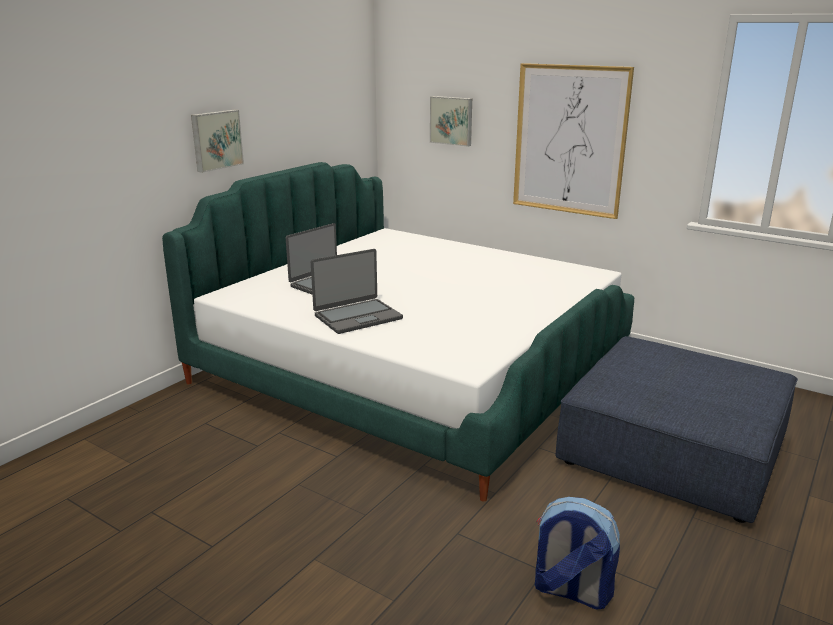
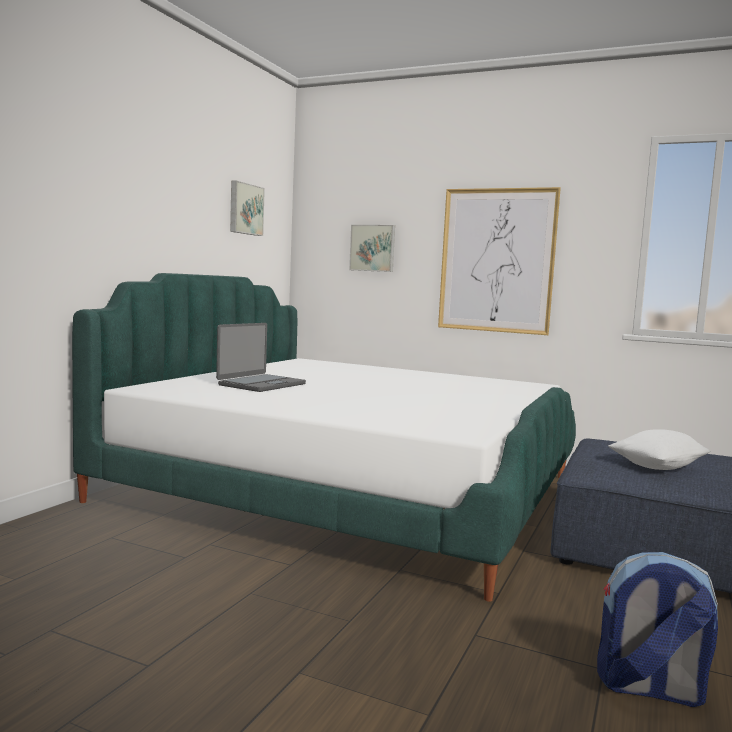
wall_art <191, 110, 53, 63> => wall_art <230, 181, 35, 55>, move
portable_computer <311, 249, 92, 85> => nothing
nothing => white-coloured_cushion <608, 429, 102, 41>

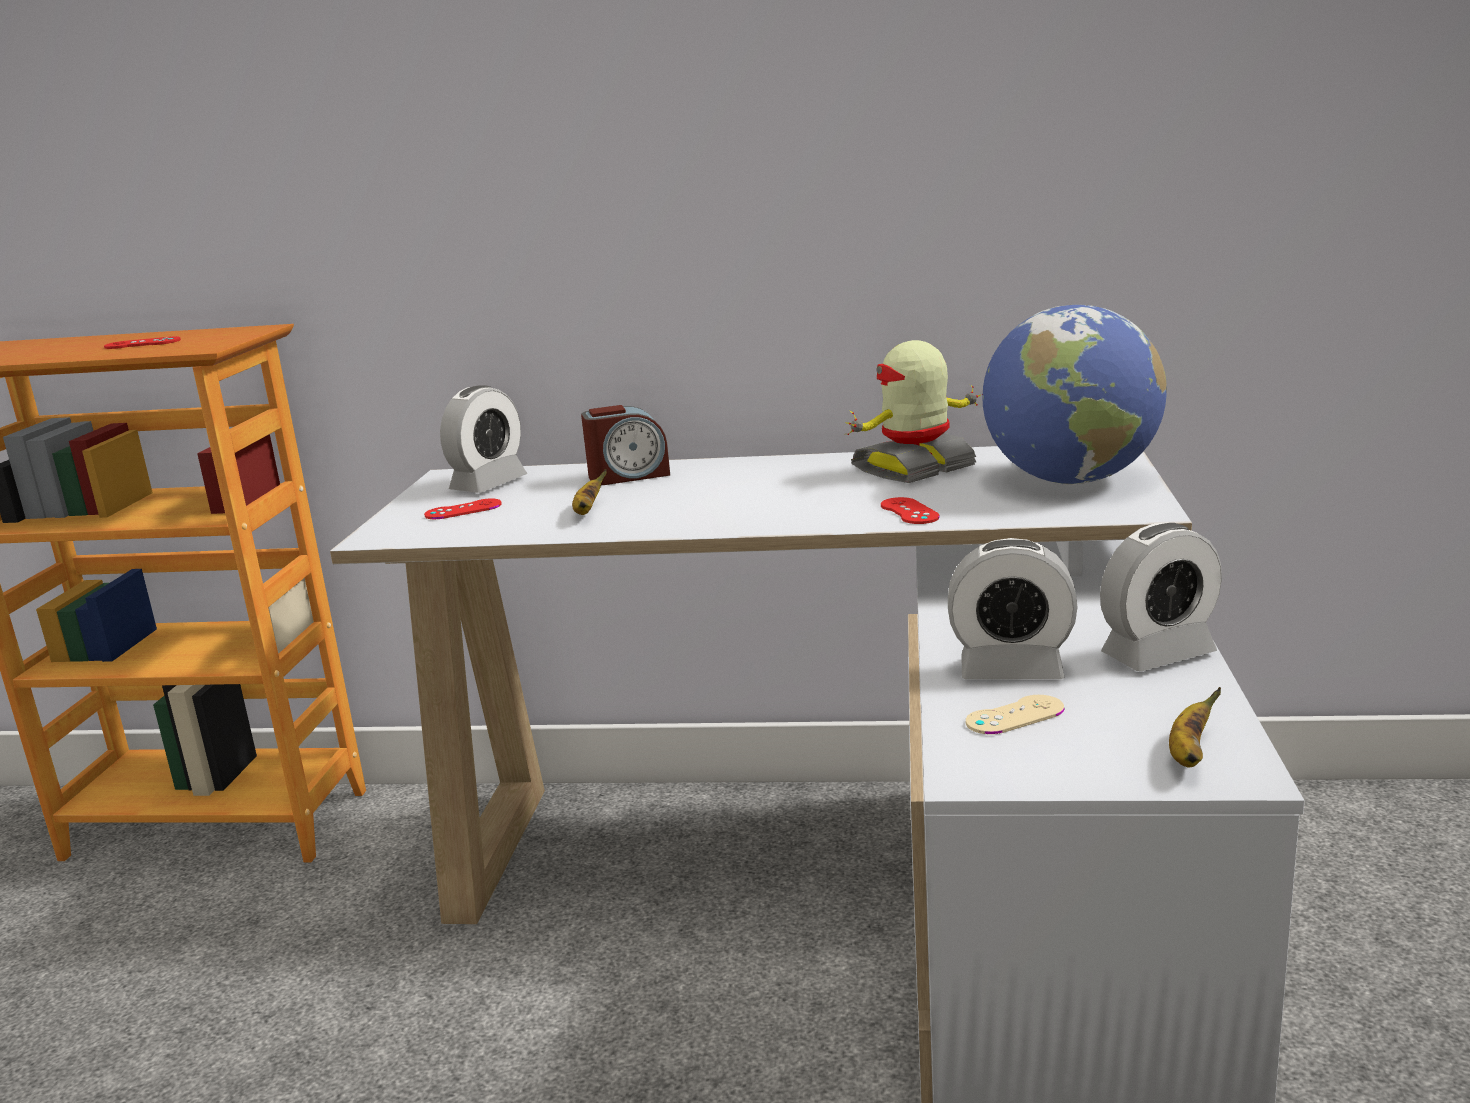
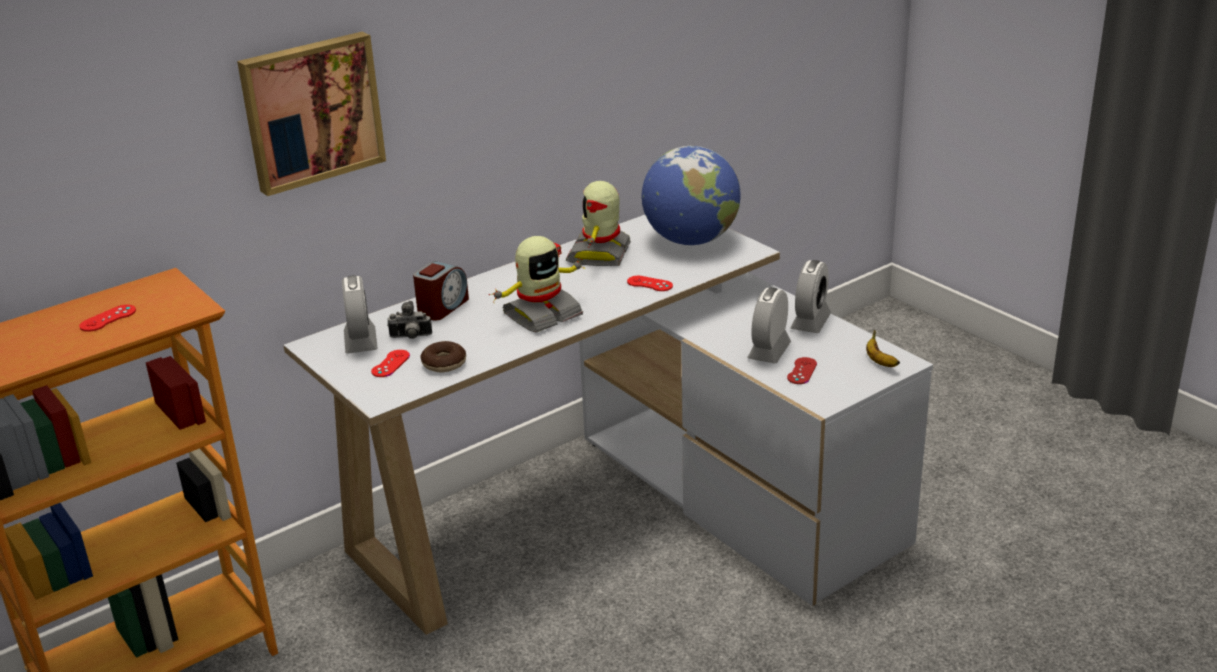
whole_banana <572, 469, 35, 46> => nothing
bedside_clock <948, 538, 130, 141> => bedside_clock <747, 287, 44, 77>, 150 degrees clockwise
beige-coloured_game_controller <966, 695, 98, 40> => red-coloured_game_controller <787, 357, 30, 27>
nothing => wall_art <237, 32, 149, 164>
nothing => robot_figure <489, 236, 97, 97>
nothing => still_camera <387, 301, 45, 38>
nothing => doughnut <421, 341, 45, 31>

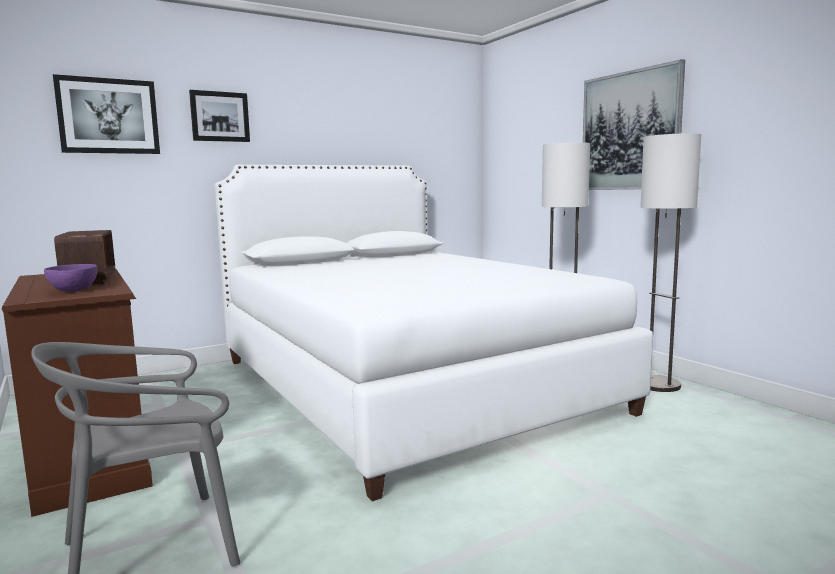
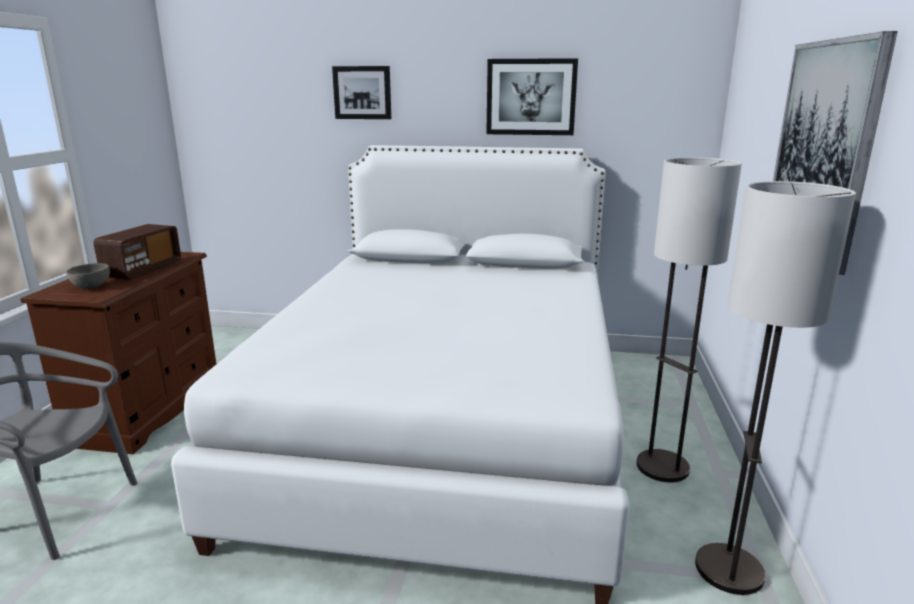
wall_art <53, 74, 107, 80> => wall_art <486, 58, 92, 77>, move
purple-coloured_deep_dish <44, 264, 54, 28> => gray_deep_dish <66, 263, 44, 26>

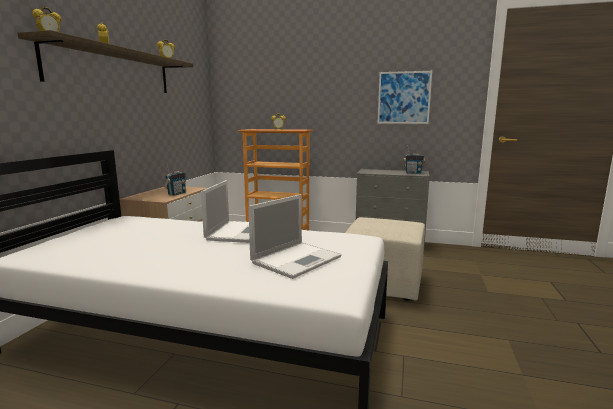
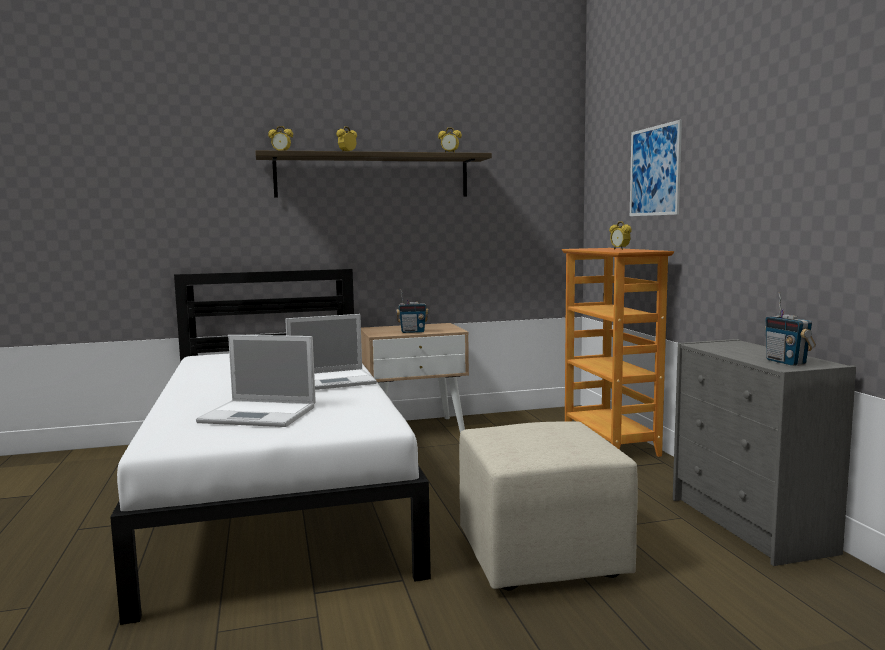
wall_art <378, 71, 54, 53> => wall_art <630, 120, 52, 96>, move

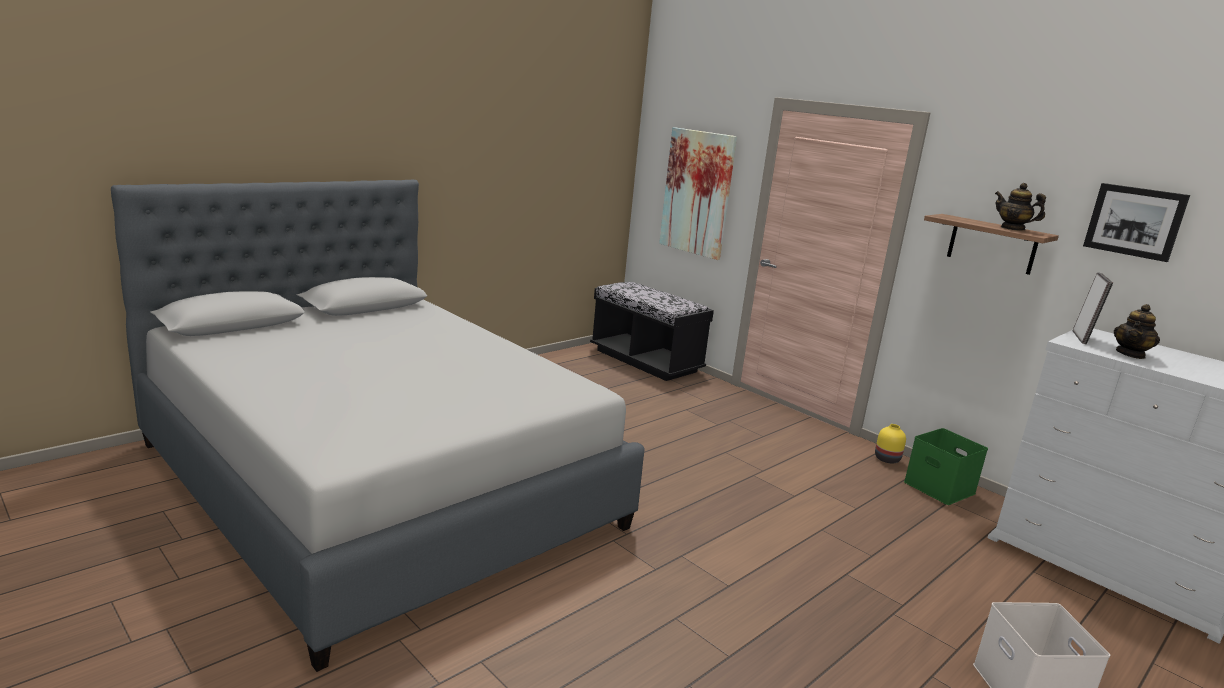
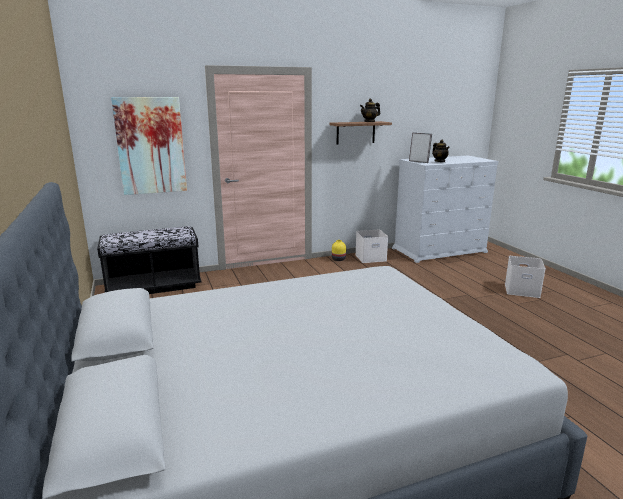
wall_art <1083, 183, 107, 79> => nothing
greenish_storage_bin <904, 428, 84, 77> => white-coloured_storage_bin <356, 230, 32, 33>

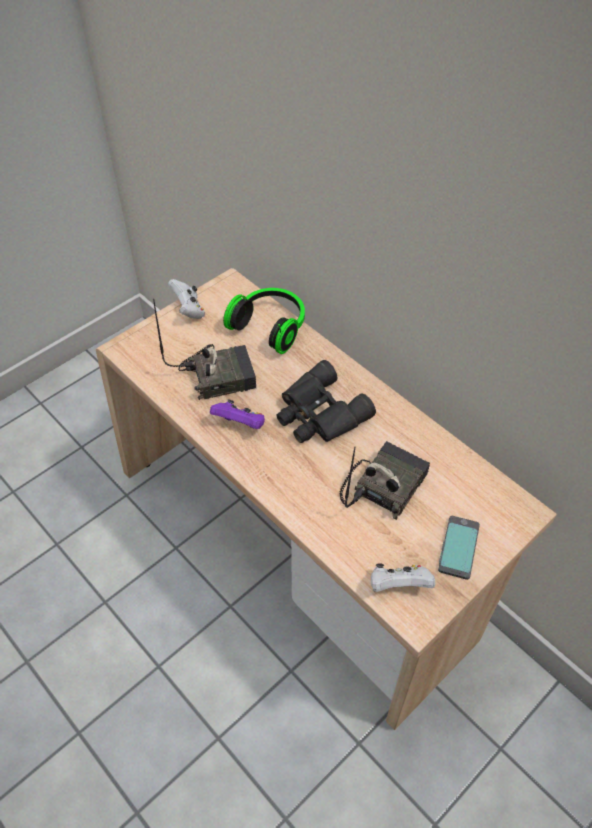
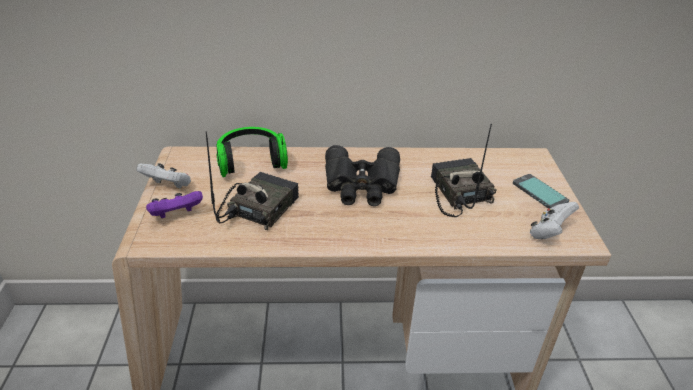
purple-coloured_game_controller <210, 399, 55, 30> => purple-coloured_game_controller <146, 191, 57, 27>, move

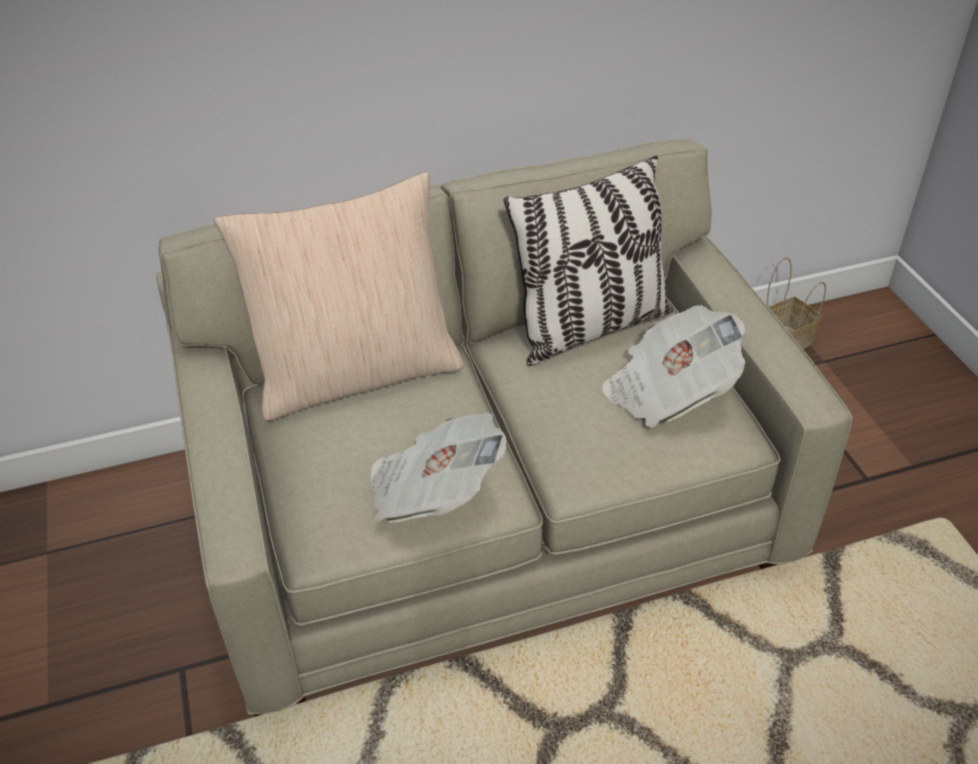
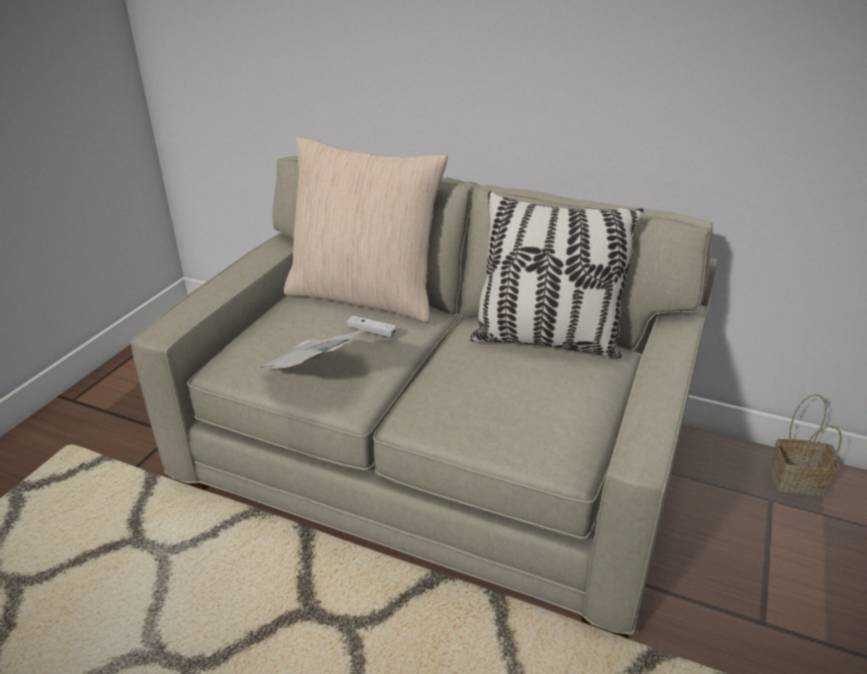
printed_paper <602, 305, 145, 123> => nothing
nothing => white-coloured_game_controller <347, 316, 49, 22>

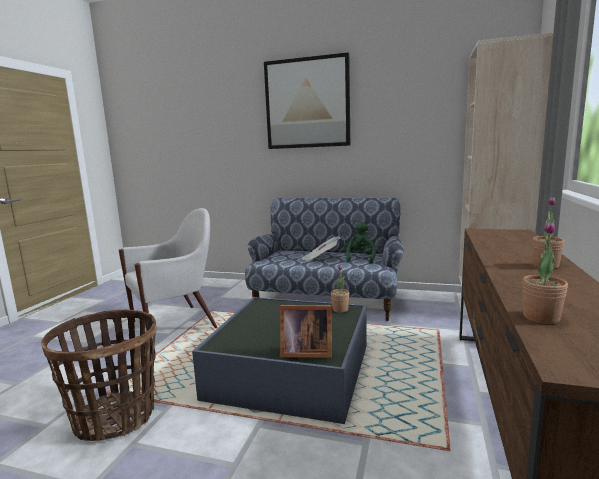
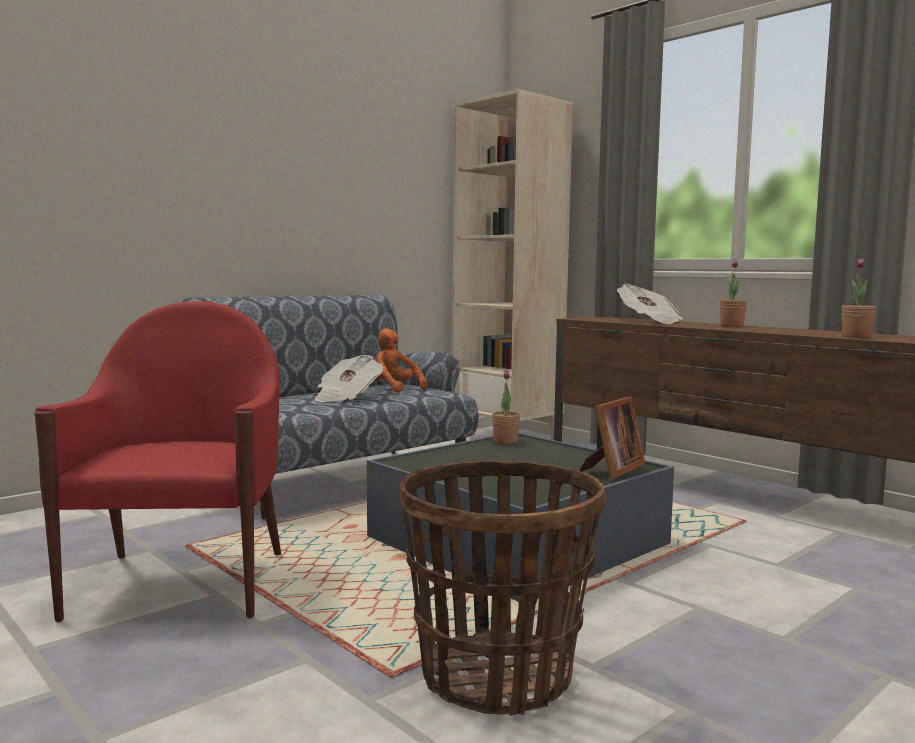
wall_art <264, 52, 86, 97> => nothing
white-coloured_armchair <119, 208, 99, 123> => red-coloured_armchair <35, 301, 246, 321>
greenish_soft_toy <344, 222, 32, 41> => orange-coloured_soft_toy <375, 328, 52, 65>
nothing => printed_paper <617, 284, 67, 40>

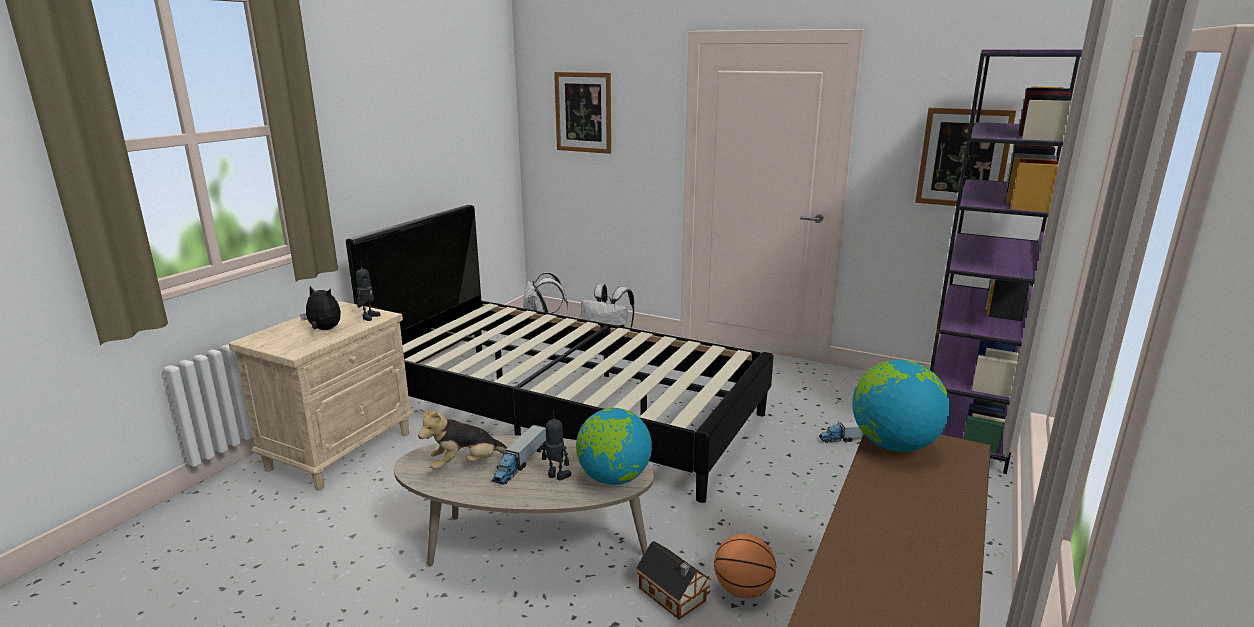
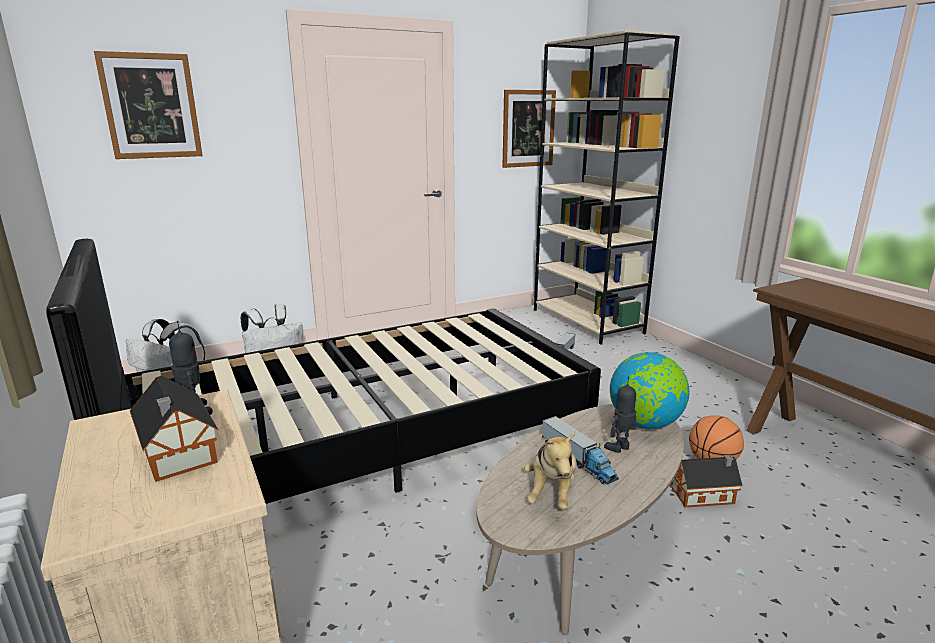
purple-coloured_bookshelf <930, 50, 152, 424> => beige-coloured_bookshelf <534, 30, 146, 315>
soft_toy <300, 286, 41, 44> => miniature_house <130, 376, 88, 106>
desk_globe <852, 360, 98, 92> => nothing

